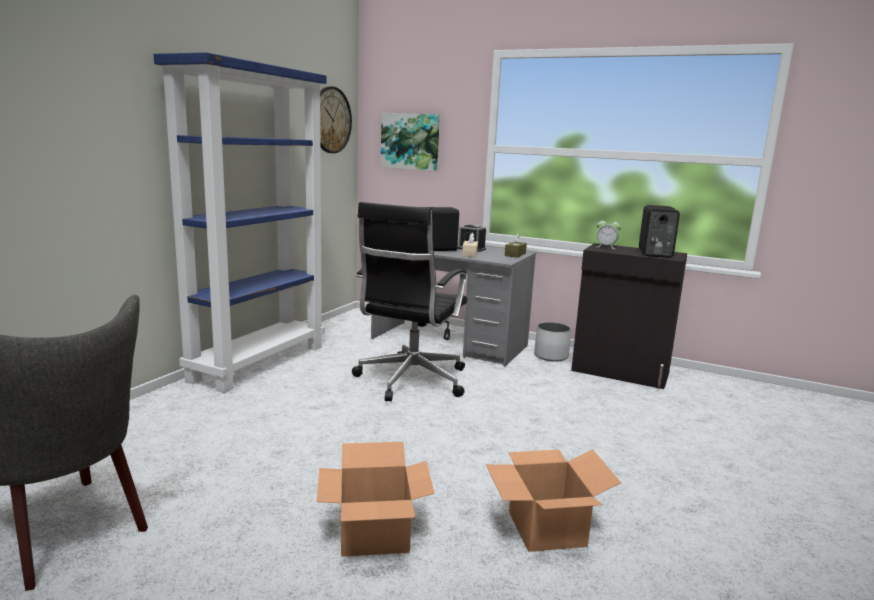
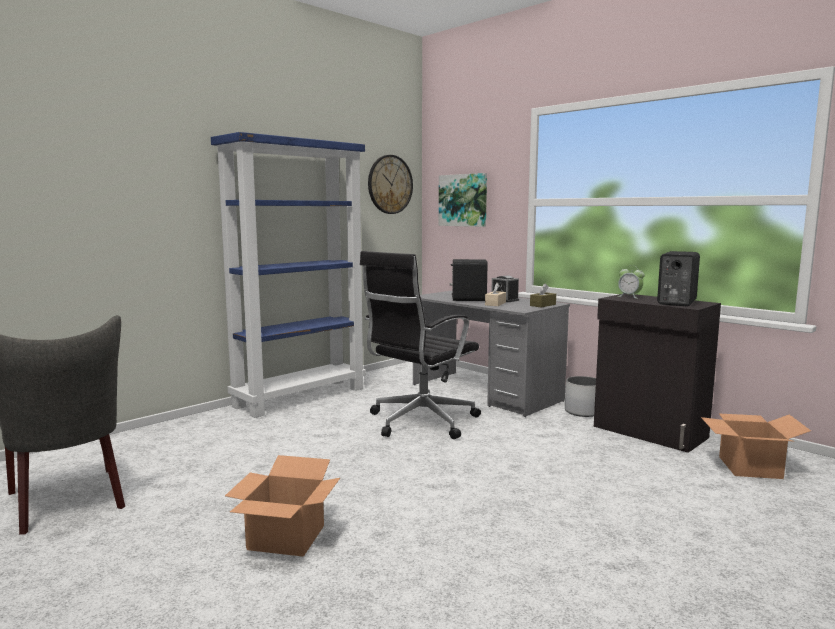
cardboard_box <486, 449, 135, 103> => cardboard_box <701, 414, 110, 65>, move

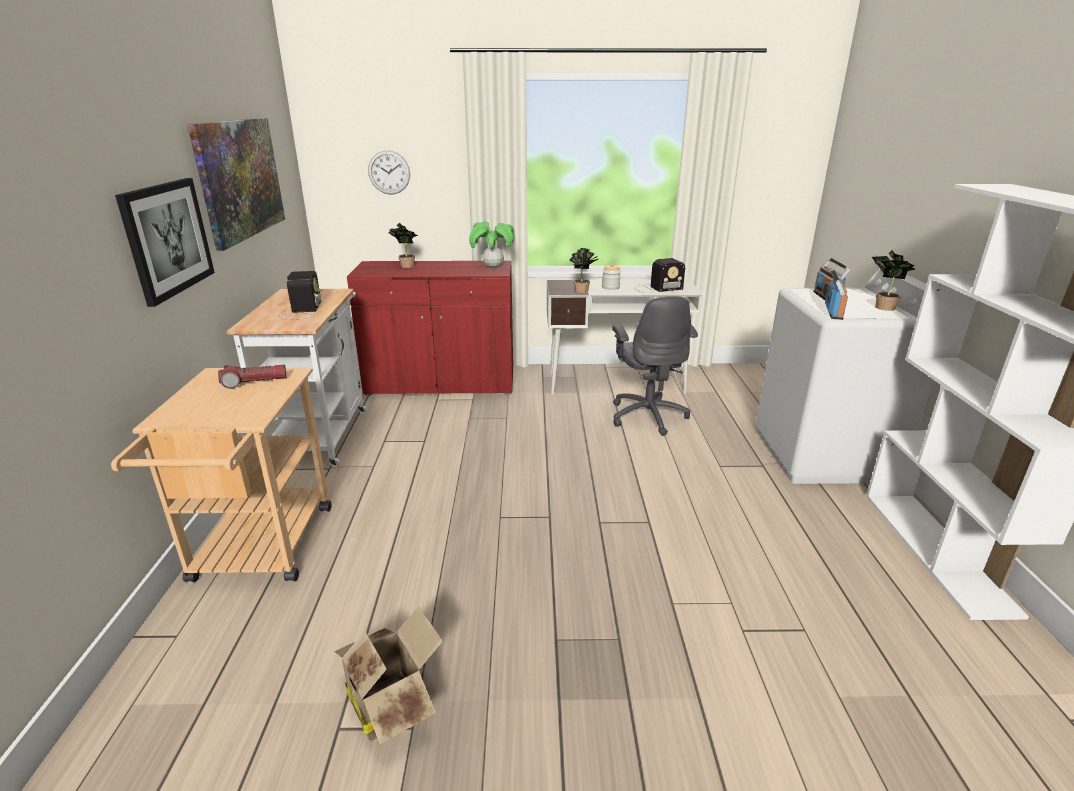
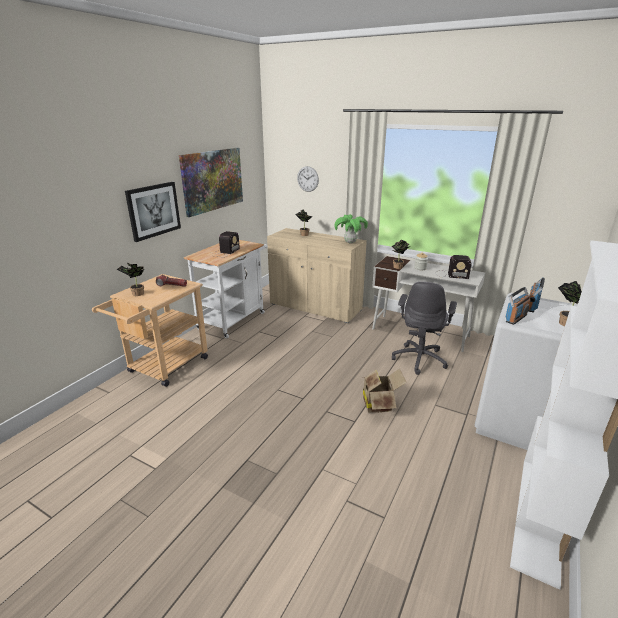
red-coloured_storage_cabinet <347, 261, 166, 134> => beige-coloured_storage_cabinet <267, 228, 100, 95>
cardboard_box <334, 606, 109, 138> => cardboard_box <363, 369, 43, 44>, move
nothing => houseplant <117, 262, 27, 34>

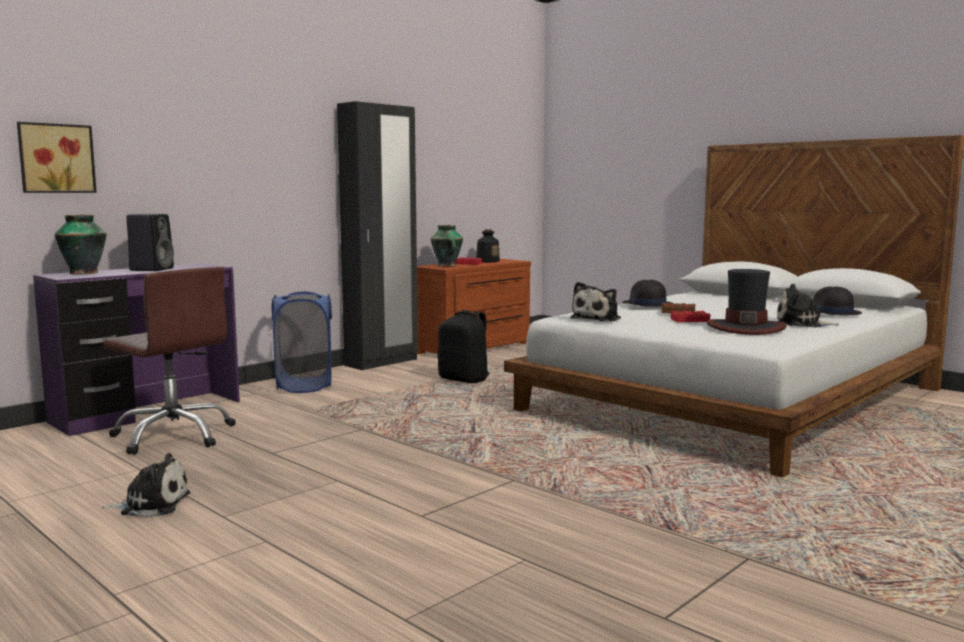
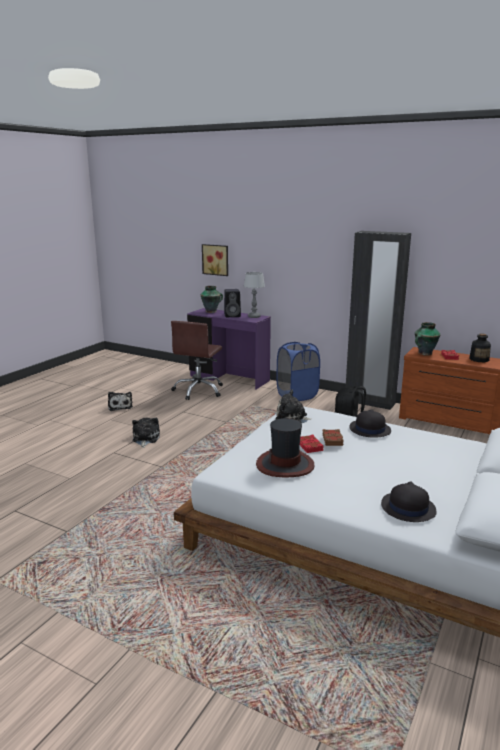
soft_toy <777, 284, 63, 43> => soft_toy <132, 418, 28, 30>, move
nothing => lamp_for_a_table <244, 272, 21, 46>

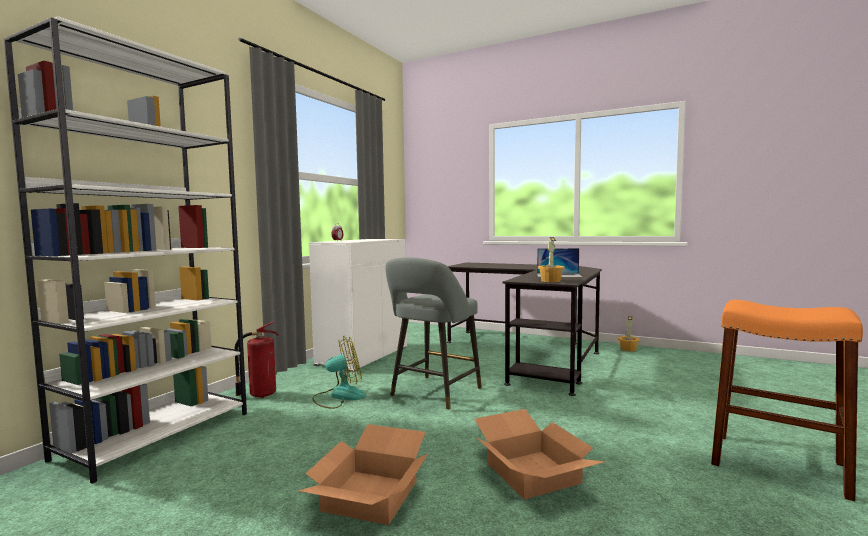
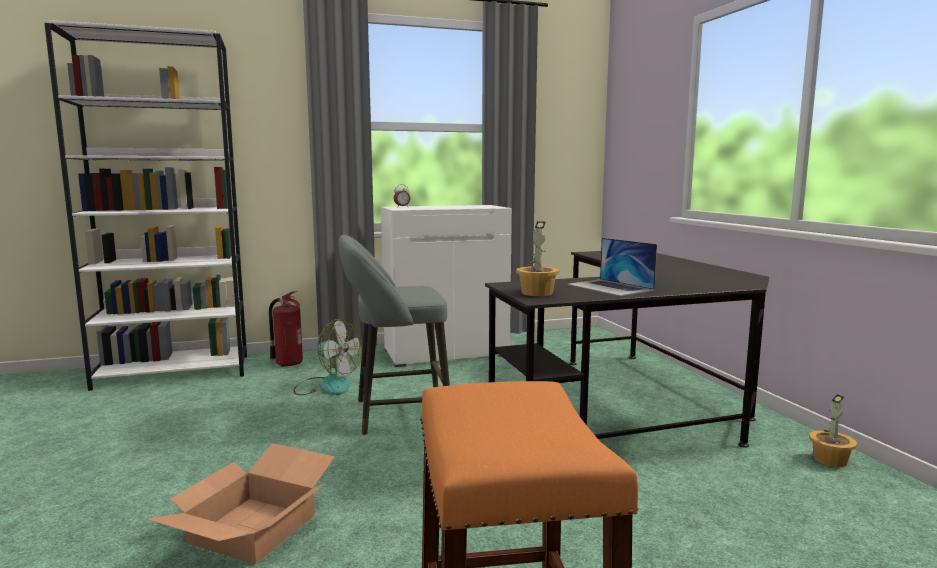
cardboard_box <298, 424, 131, 101> => nothing

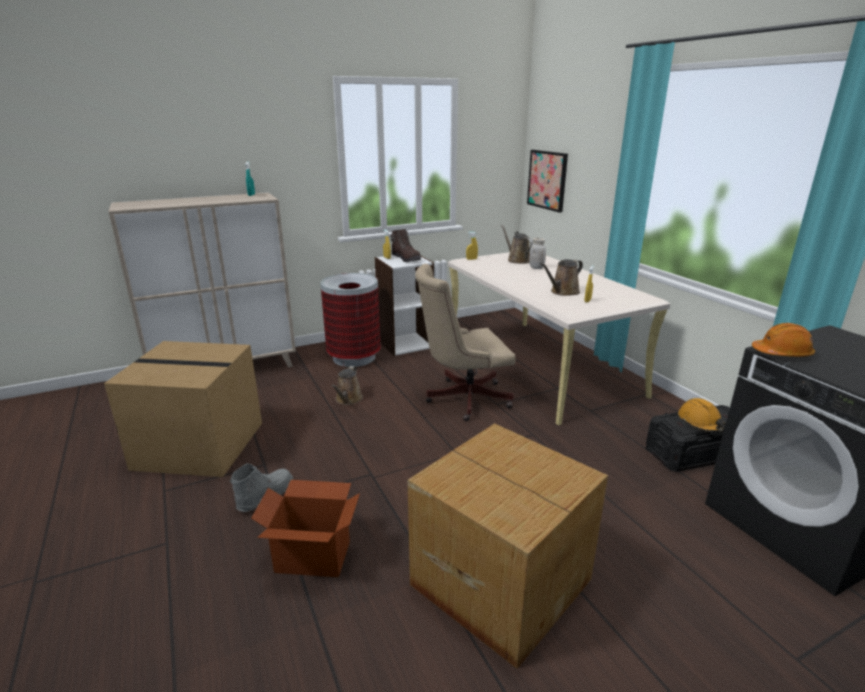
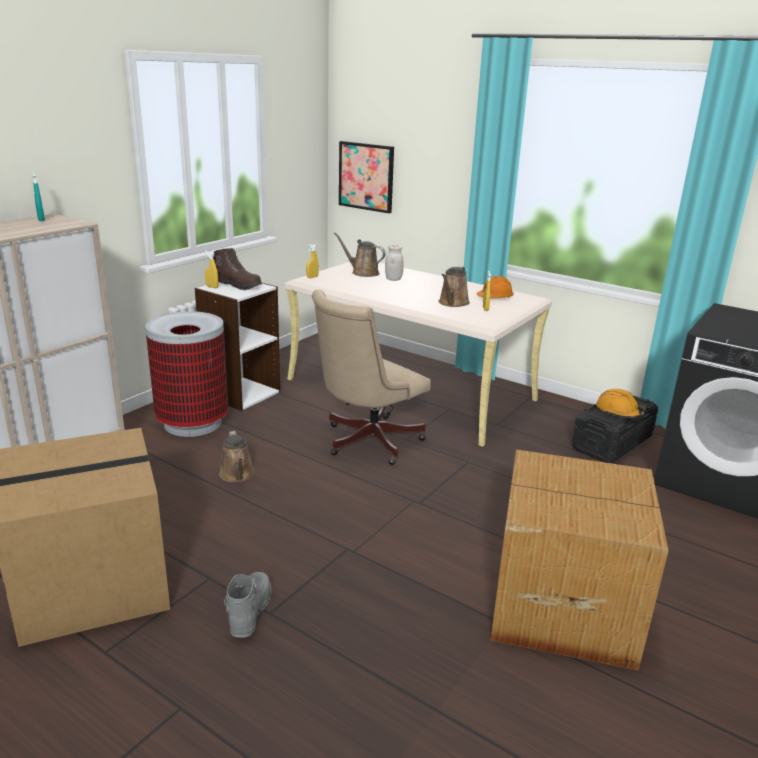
orange-coloured_safety_helmet <752, 323, 63, 34> => orange-coloured_safety_helmet <477, 276, 37, 22>, move
cardboard_box <251, 480, 109, 97> => nothing

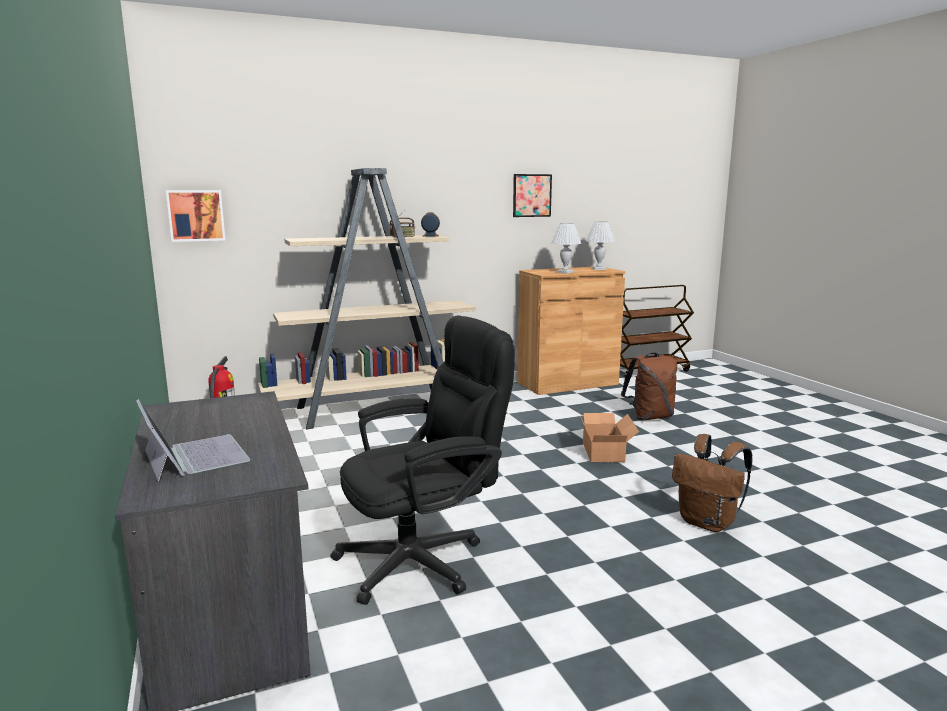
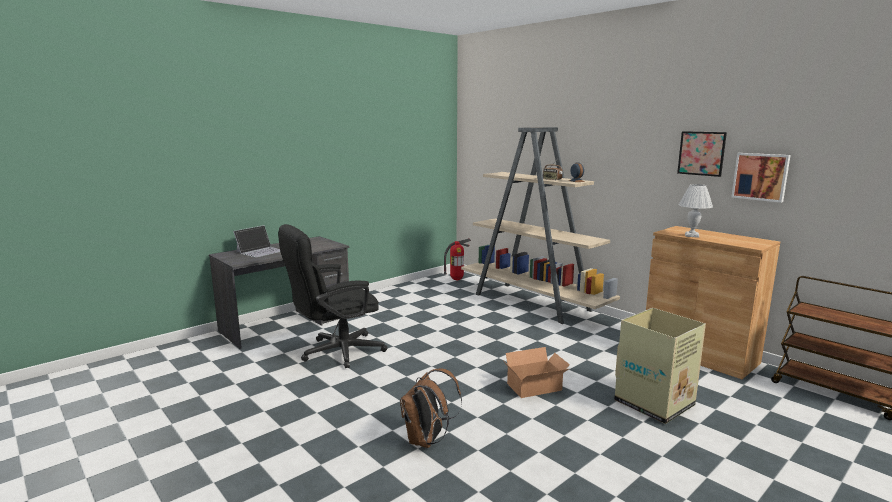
wall_art <166, 190, 59, 52> => wall_art <732, 153, 59, 50>, move
white-coloured_lamp_for_a_table <586, 222, 29, 48> => nothing
black-coloured_computer_chair <330, 315, 185, 290> => black-coloured_computer_chair <278, 224, 110, 144>, 105 degrees clockwise
brown_knapsack <621, 353, 56, 67> => cardboard_box <614, 308, 92, 116>

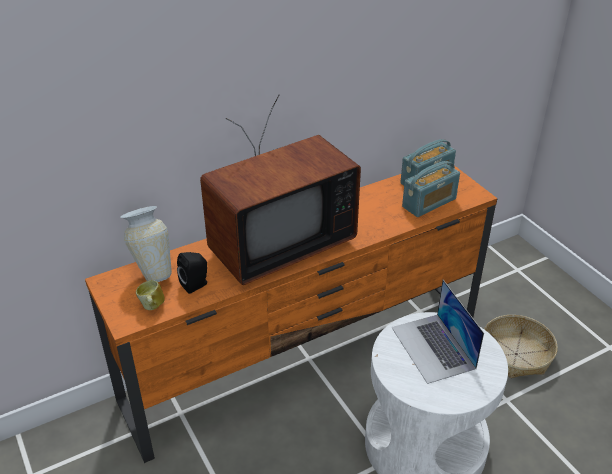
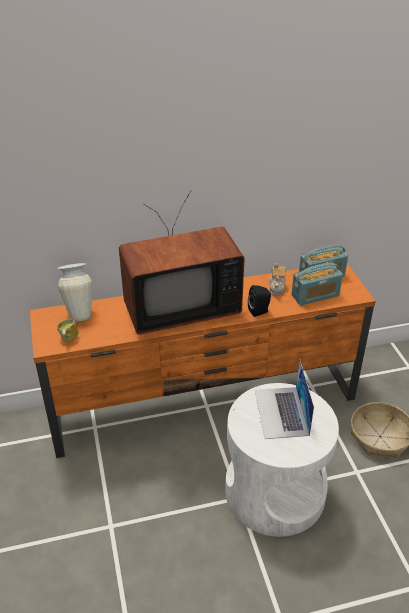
black-coloured_loudspeaker <177, 252, 30, 42> => black-coloured_loudspeaker <248, 285, 23, 32>, move
nothing => pot_for_tea <269, 263, 18, 33>

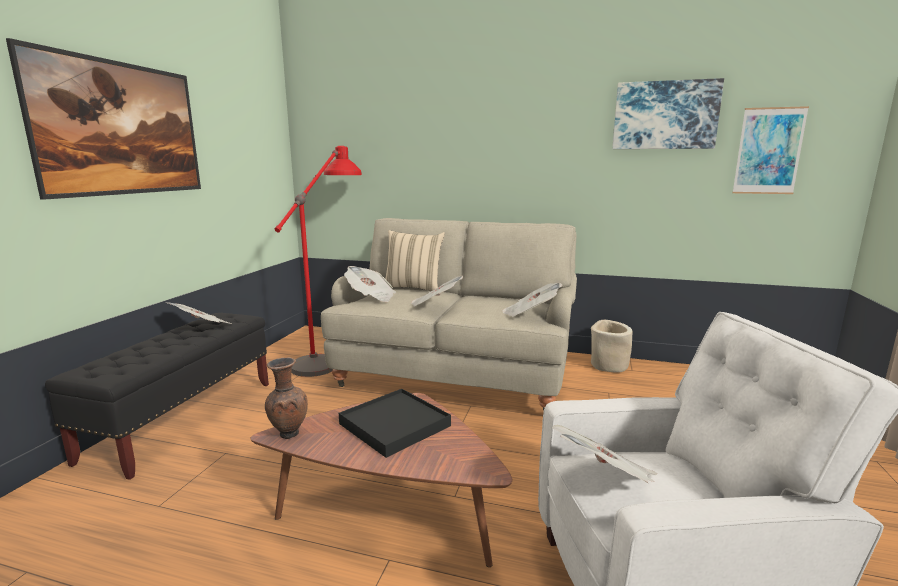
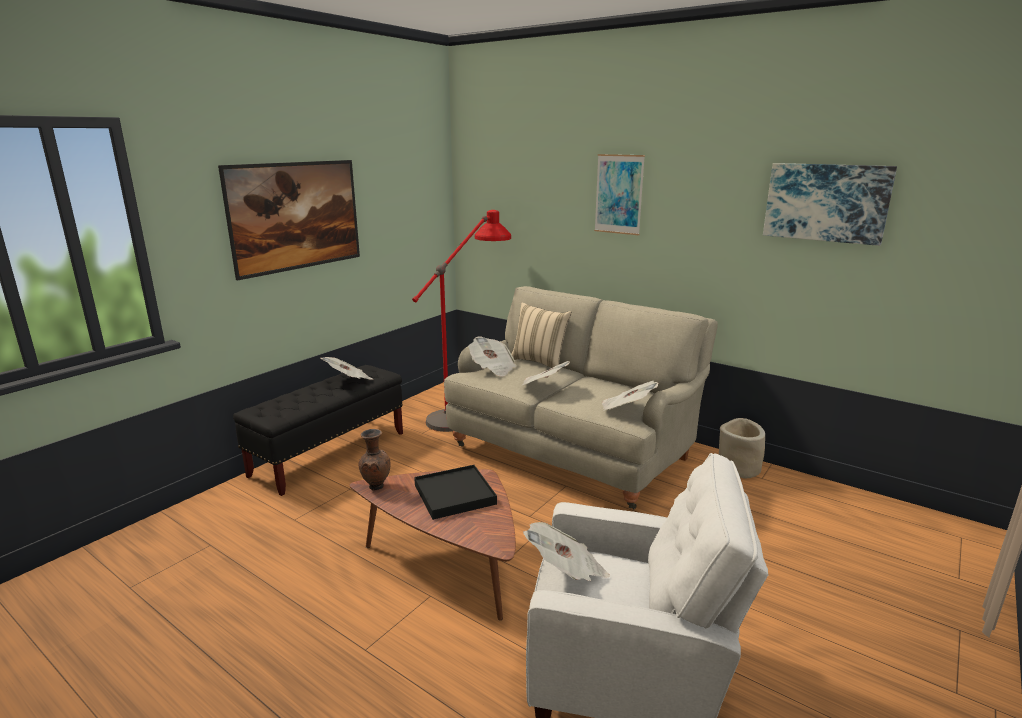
wall_art <732, 106, 77, 88> => wall_art <594, 154, 51, 81>, move

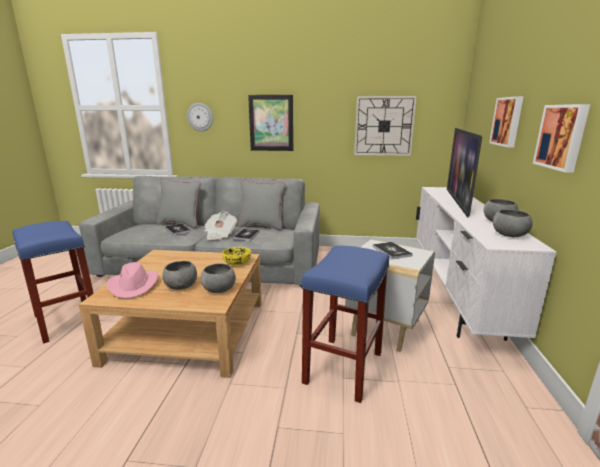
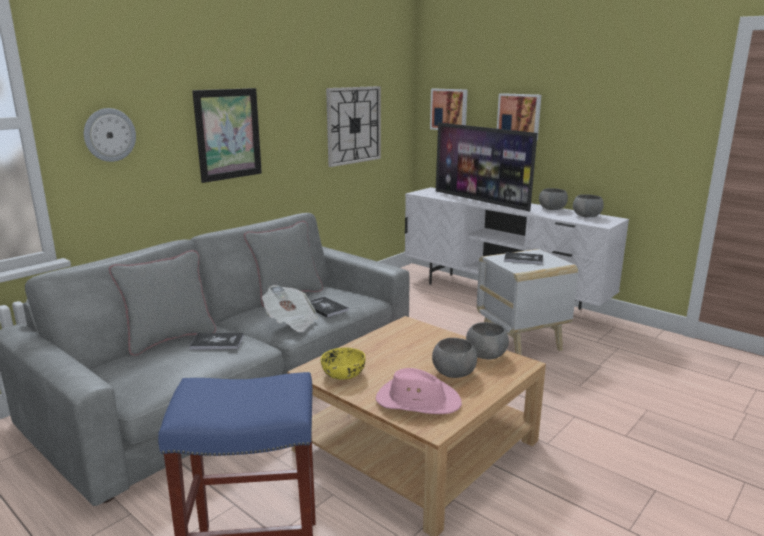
wall_art <533, 104, 57, 69> => wall_art <430, 89, 38, 41>, move
bluish_stool_seat <301, 246, 88, 157> => nothing
yellow-coloured_deep_dish <222, 247, 29, 18> => yellow-coloured_deep_dish <321, 348, 44, 32>, move

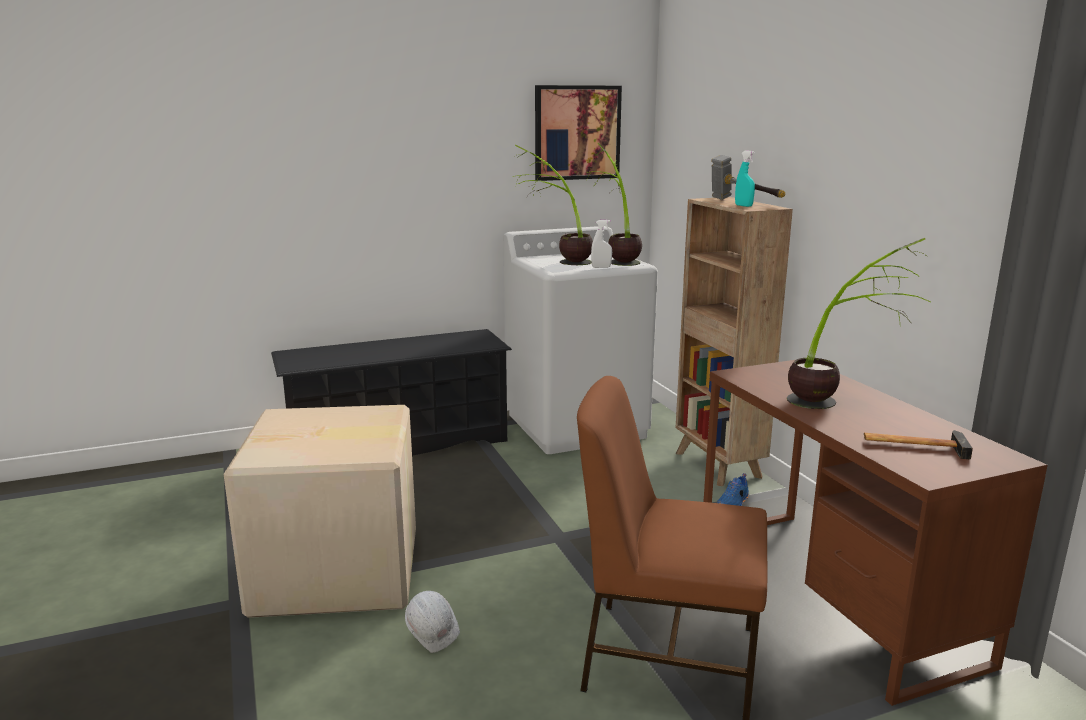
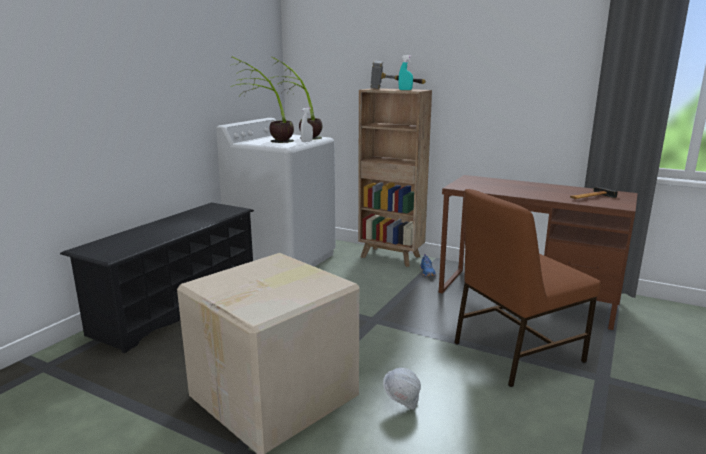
wall_art <535, 85, 87, 96> => nothing
houseplant <787, 238, 144, 171> => nothing

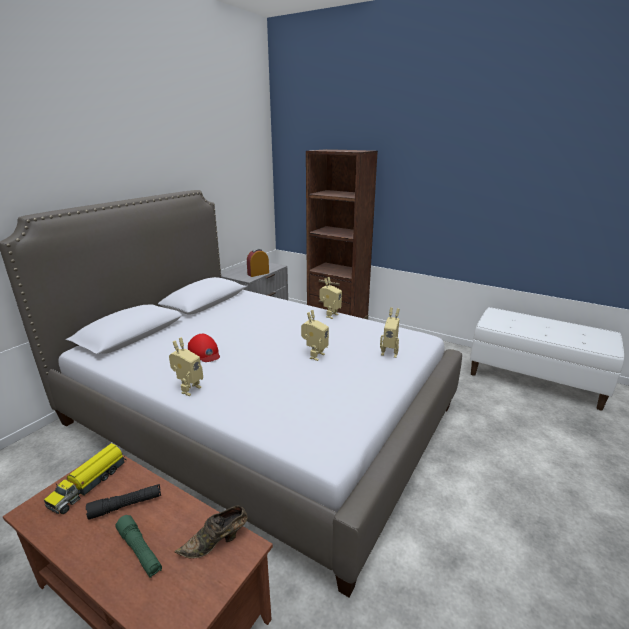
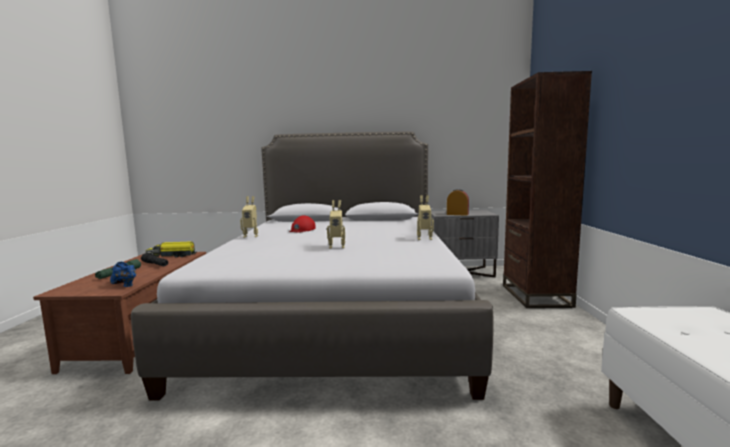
robot_figure <380, 307, 20, 51> => nothing
brown_low_shoe <174, 506, 74, 52> => bluish_low_shoe <110, 262, 26, 25>

